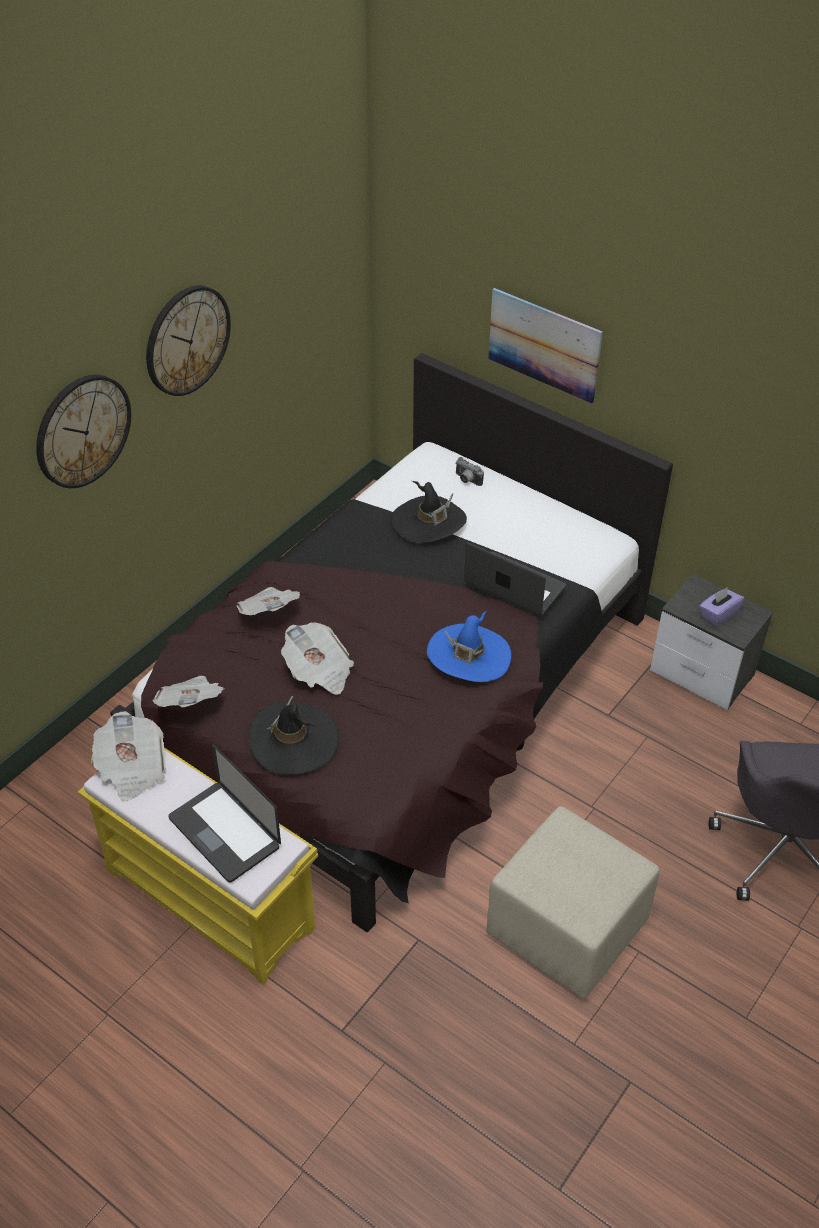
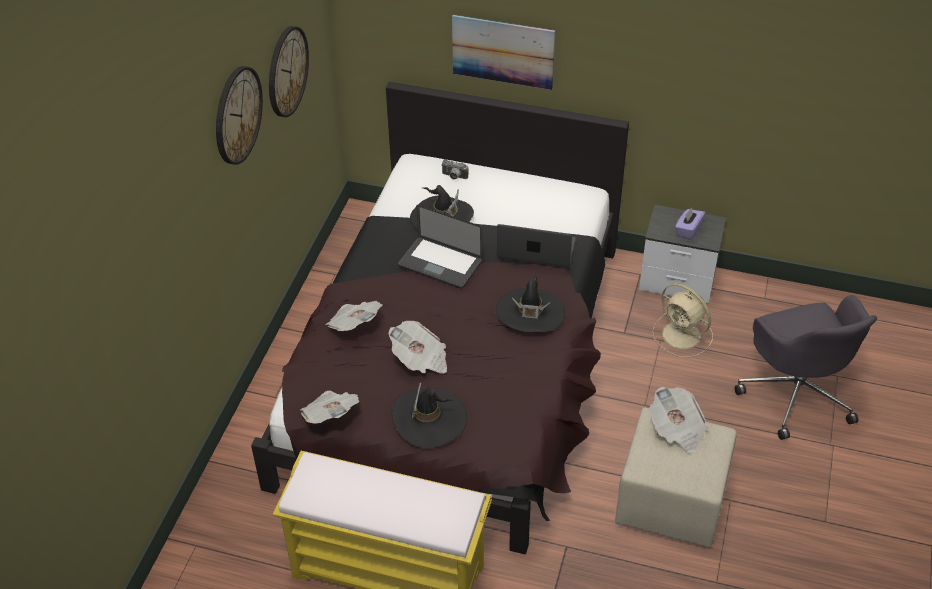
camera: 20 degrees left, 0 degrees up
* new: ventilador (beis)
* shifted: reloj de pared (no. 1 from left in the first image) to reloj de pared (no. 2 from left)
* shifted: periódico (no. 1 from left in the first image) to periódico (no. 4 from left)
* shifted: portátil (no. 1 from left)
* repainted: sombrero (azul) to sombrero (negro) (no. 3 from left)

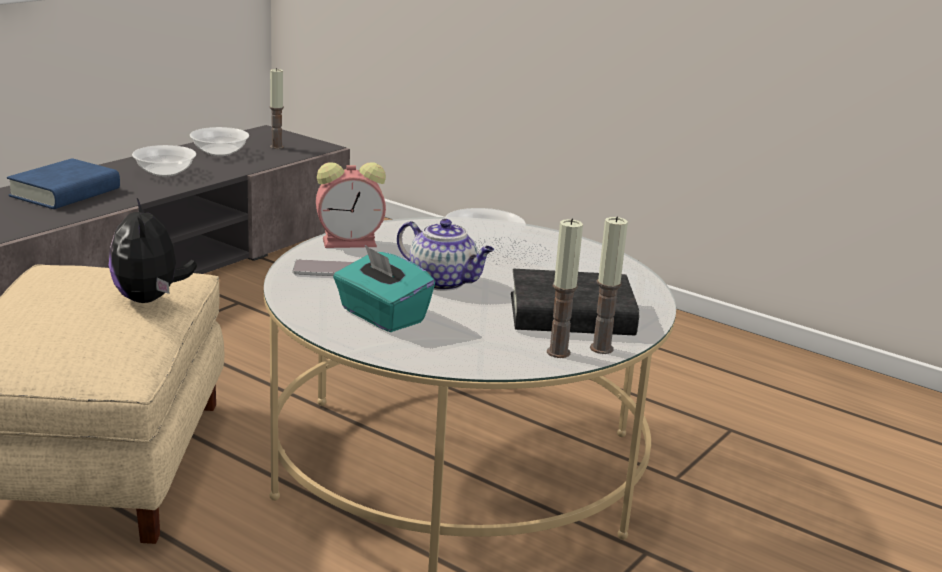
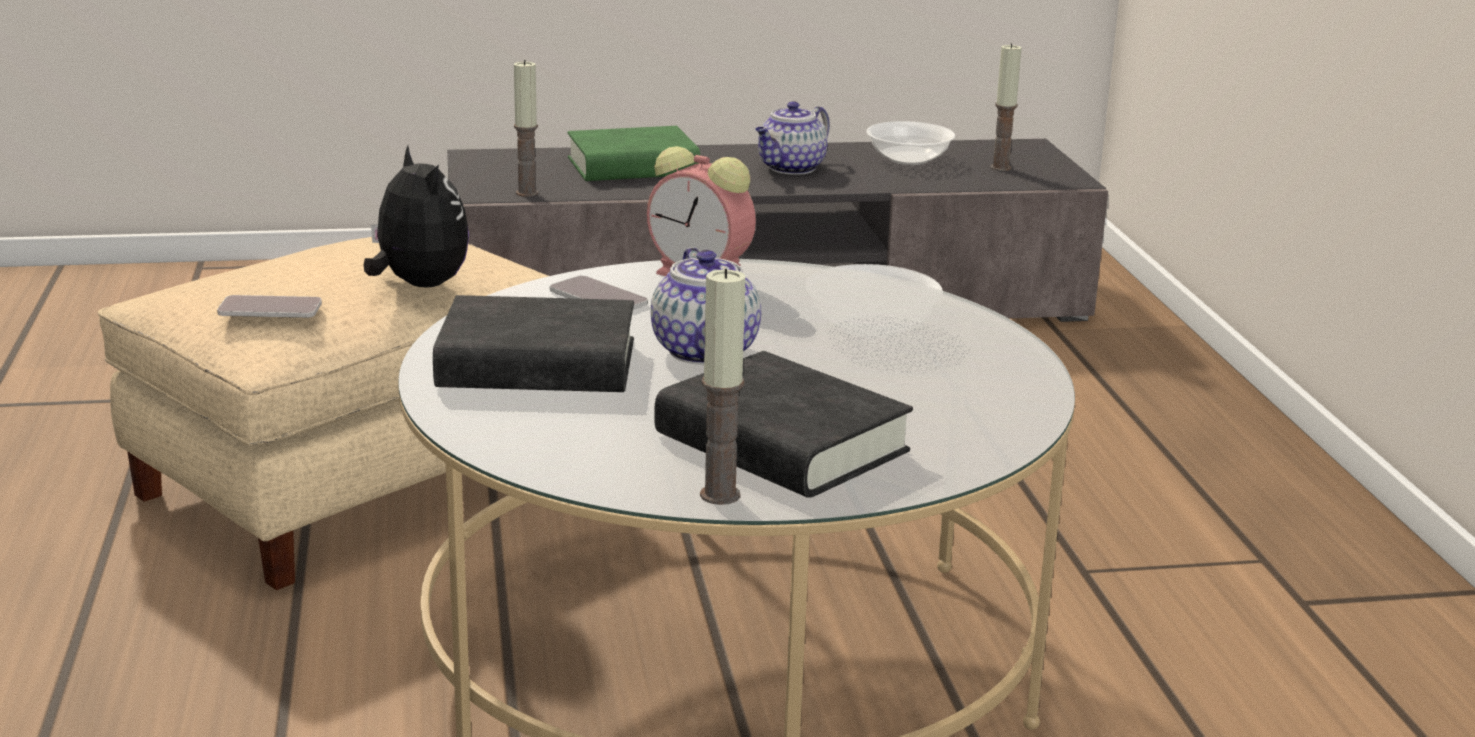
camera: 45 degrees right, 0 degrees up
* new: móvil (no. 1 from left)
* shifted: vela (no. 2 from left in the first image) to vela (no. 1 from left)
* swapped: cuenco (no. 1 from left) to tetera (no. 2 from left)
* swapped: caja de pañuelos (turquesa) to libro (negro) (no. 1 from left)
* repainted: libro (azul) to libro (verde)
* rotated: peluche 120 degrees clockwise

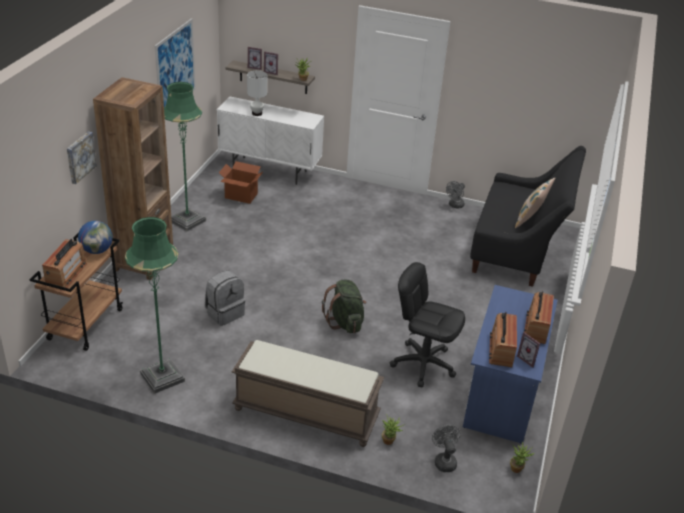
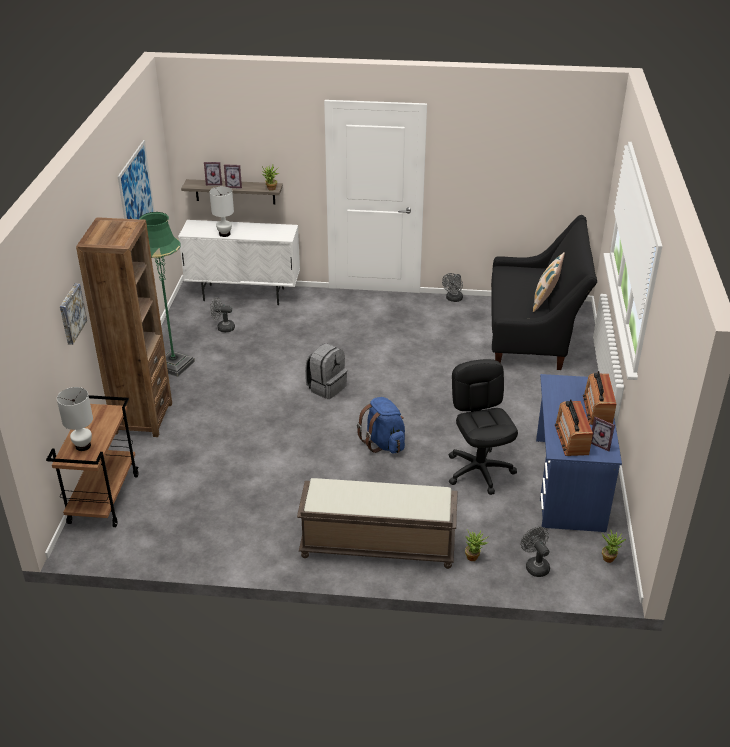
camera: 10 degrees left, 0 degrees up
* gone: globo terráqueo
* gone: lámpara de pie (verde) (no. 1 from left)
* shifted: mochila (gris)
* swapped: radio (no. 1 from left) to lámpara de mesa (blanco) (no. 1 from left)
* swapped: caja de cartón to ventilador (gris) (no. 1 from left)
* repainted: mochila (verde) to mochila (azul)
* rotated: silla de oficina (negro) 60 degrees clockwise

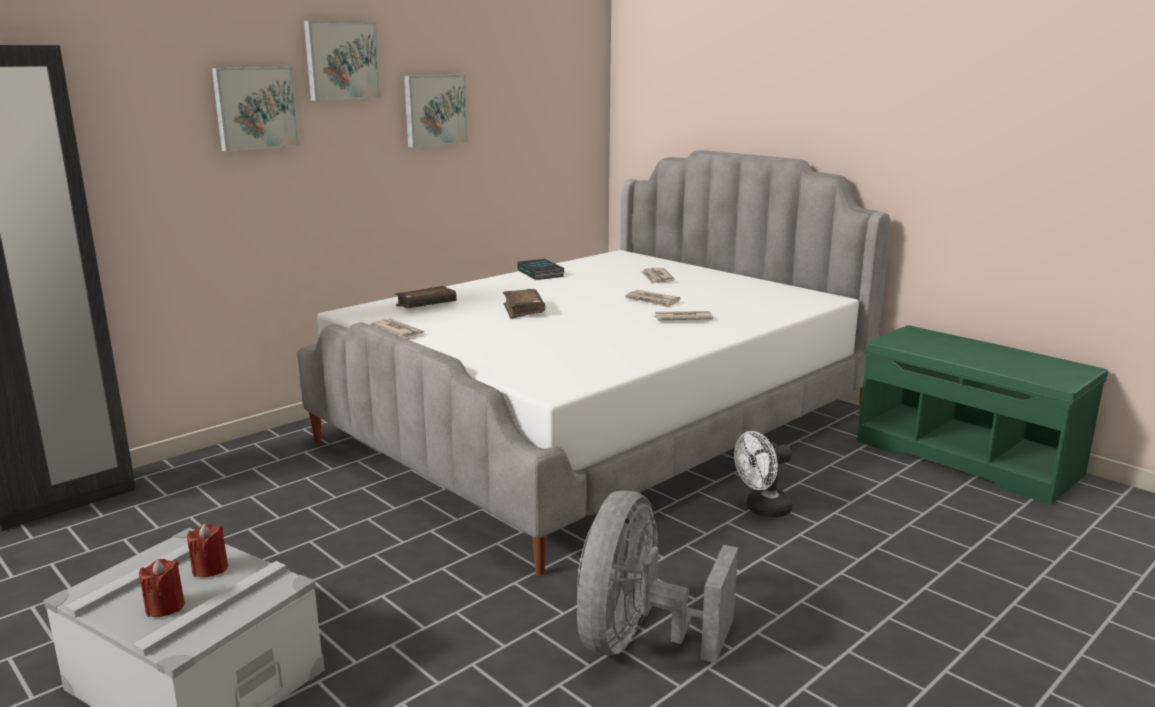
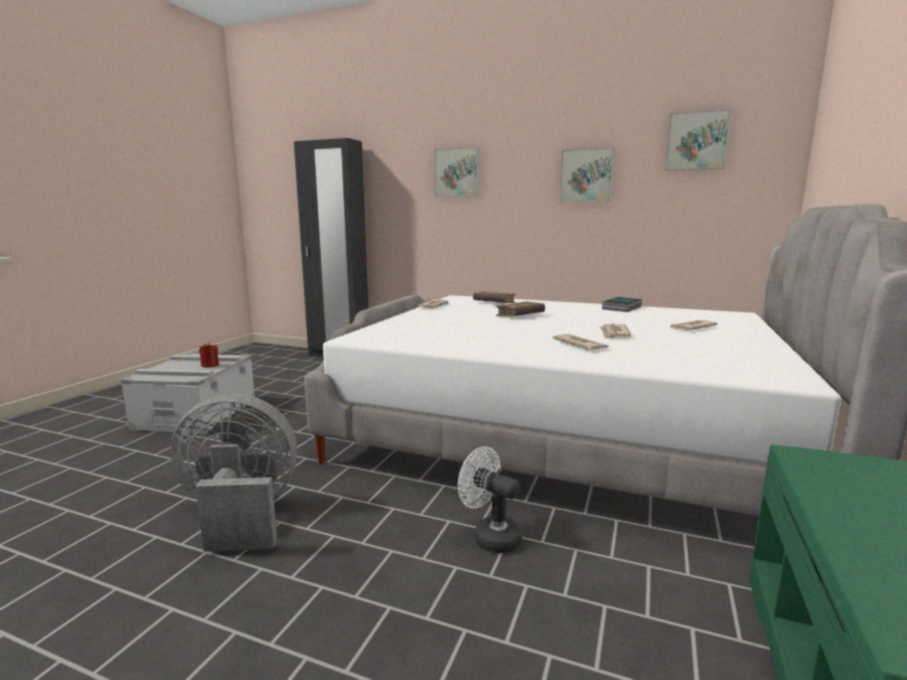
camera: 65 degrees right, 5 degrees down
* gone: vela (rojo) (no. 1 from left)
* shifted: cuadro (no. 2 from left in the first image) to cuadro (no. 3 from left)

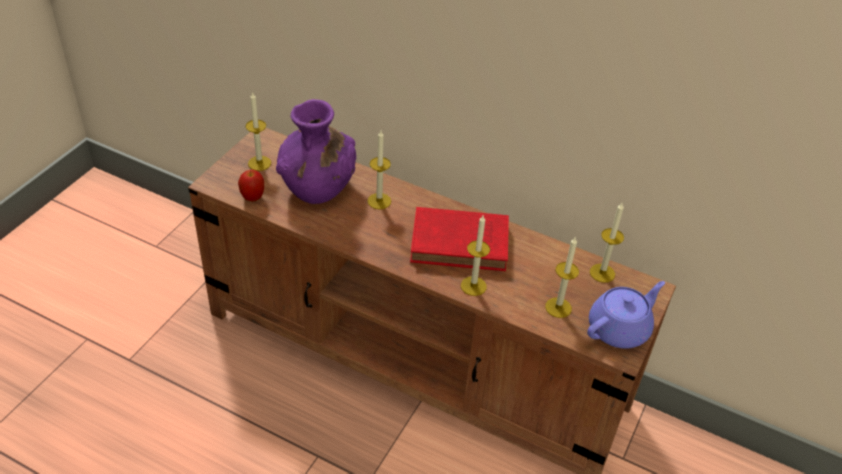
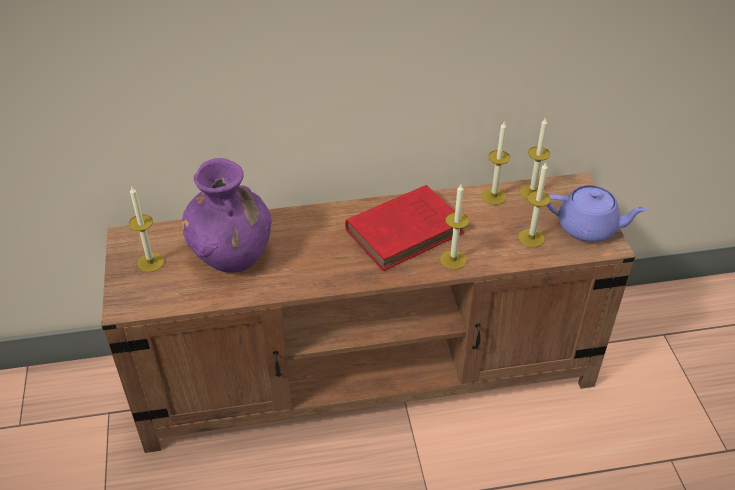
camera: 35 degrees left, 0 degrees up
* gone: manzana
* shifted: vela (no. 2 from left in the first image) to vela (no. 3 from left)
* rotated: tetera (morado) 90 degrees clockwise

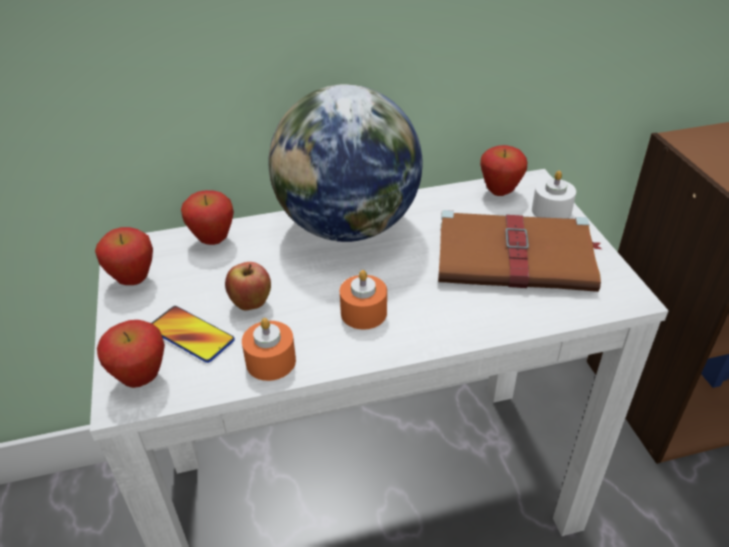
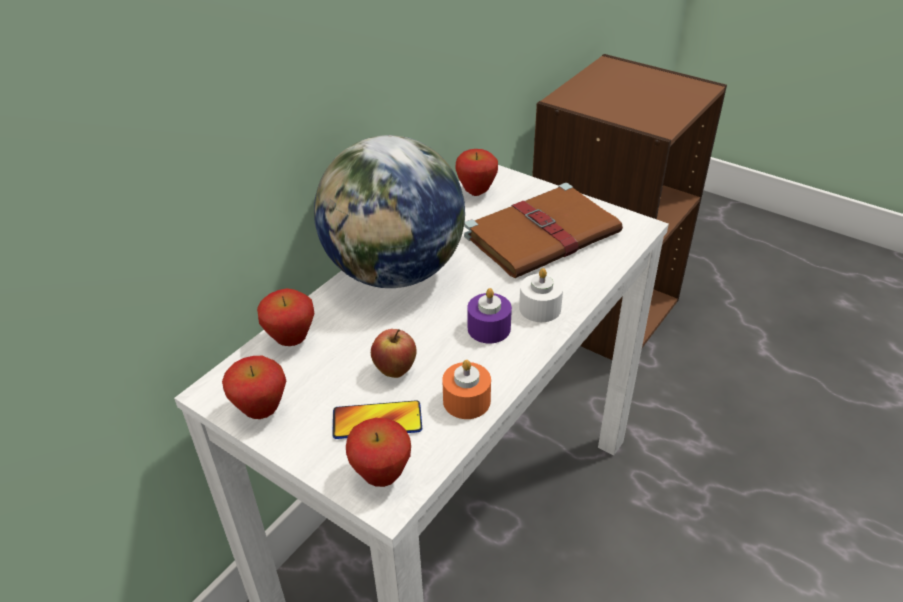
camera: 40 degrees left, 0 degrees up
* shifted: vela (blanco)
* repainted: vela (naranja) (no. 2 from left) to vela (morado)

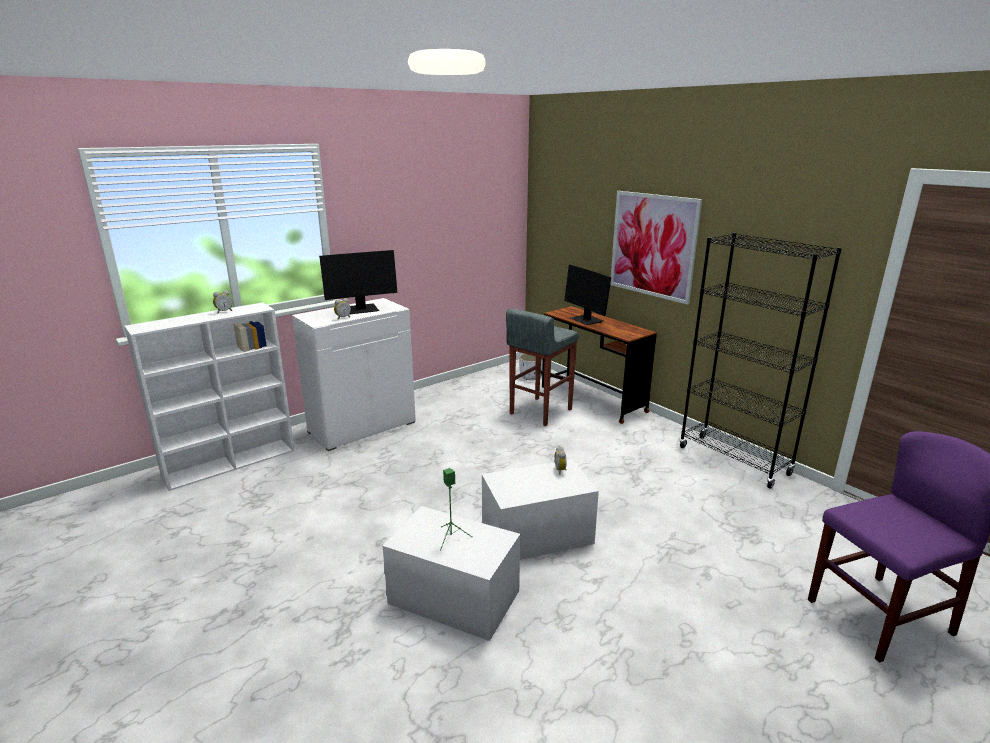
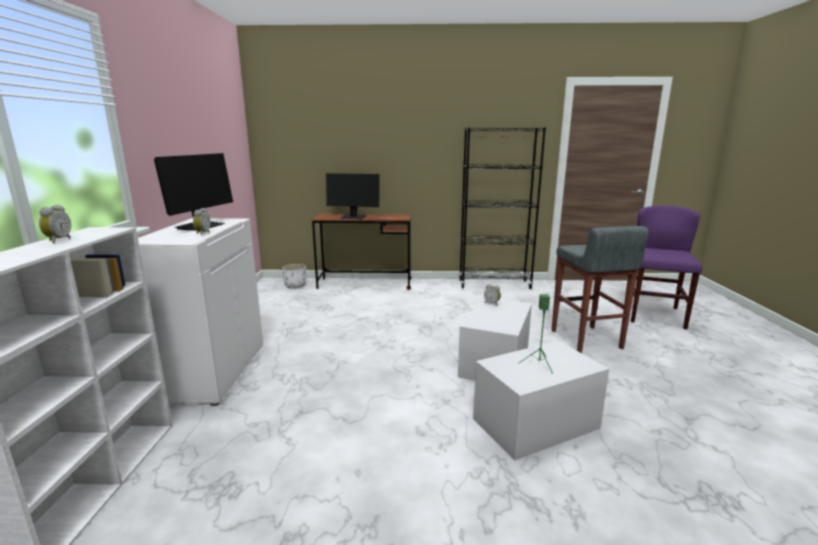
camera: 50 degrees left, 5 degrees down
* gone: cuadro
* shifted: taburete (gris)

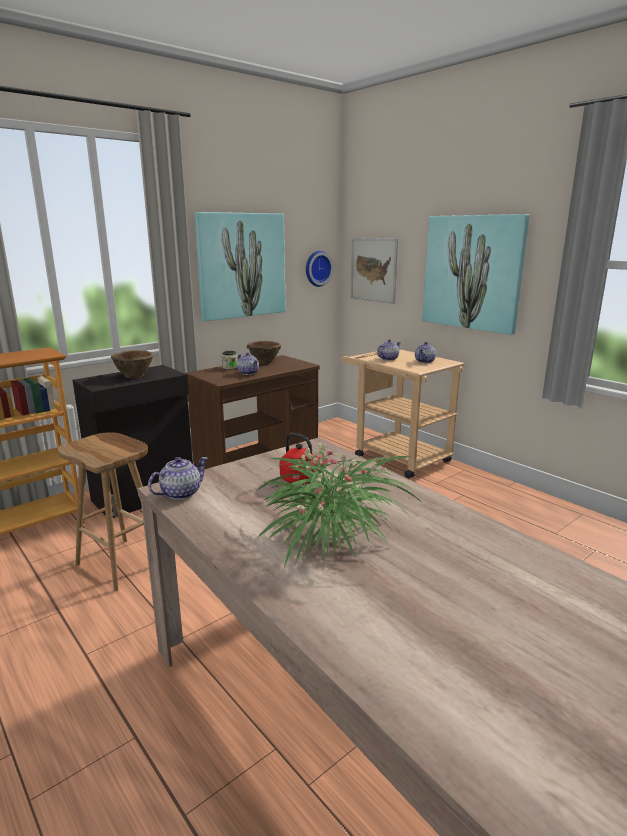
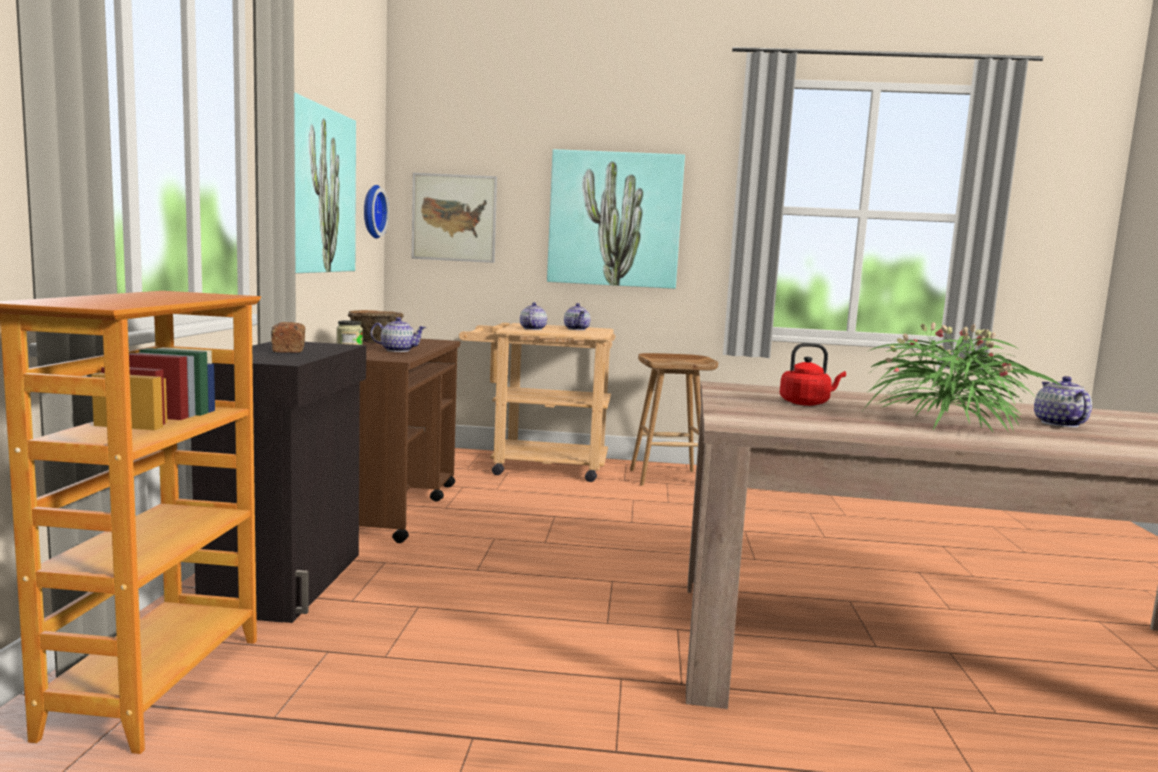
camera: 45 degrees left, 10 degrees down
* shifted: taburete (marrón)
* shifted: tetera (no. 1 from left in the first image) to tetera (no. 4 from left)
* swapped: cuenco (marrón) (no. 1 from left) to pan

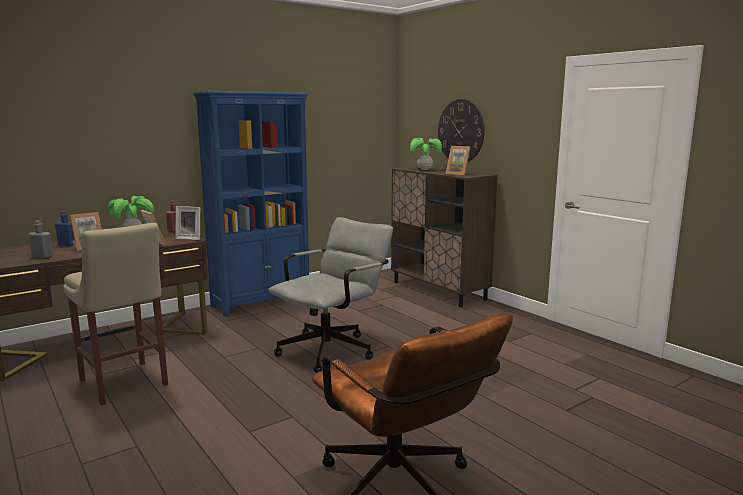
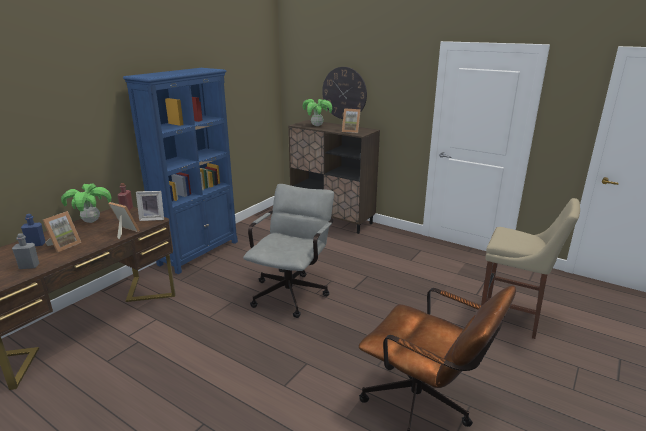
camera: 20 degrees left, 10 degrees up
* shifted: taburete (beis)

